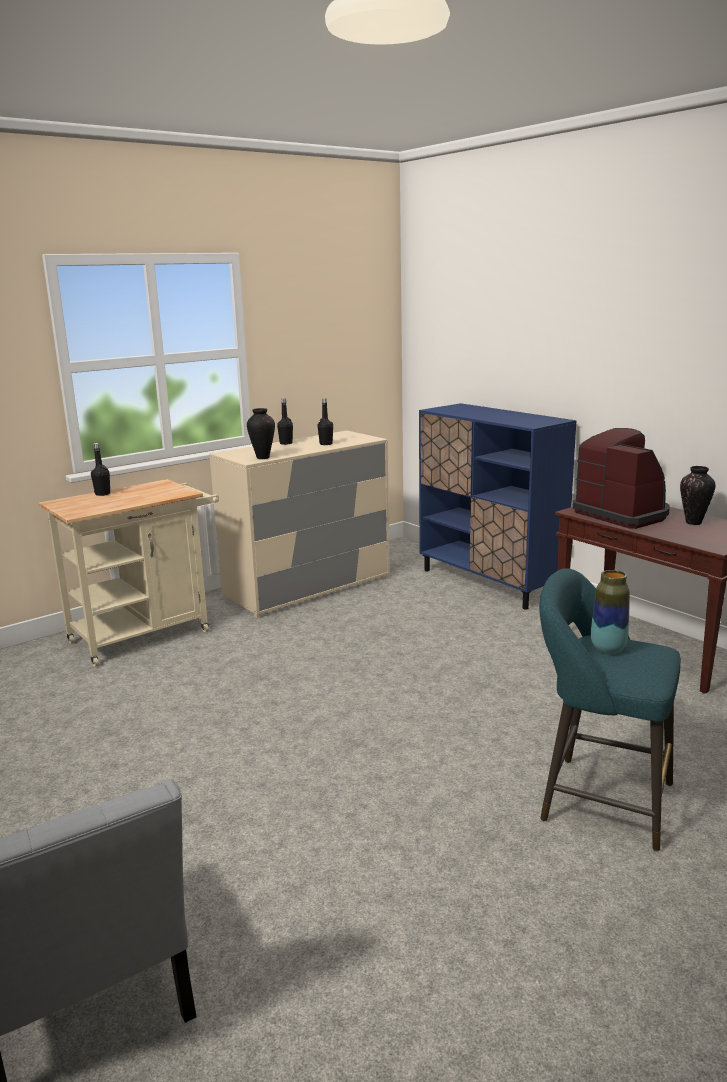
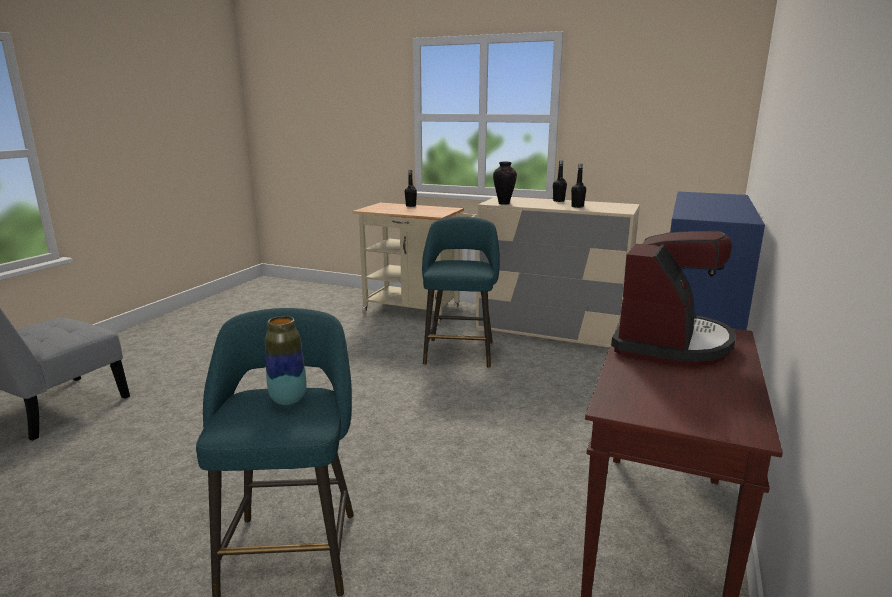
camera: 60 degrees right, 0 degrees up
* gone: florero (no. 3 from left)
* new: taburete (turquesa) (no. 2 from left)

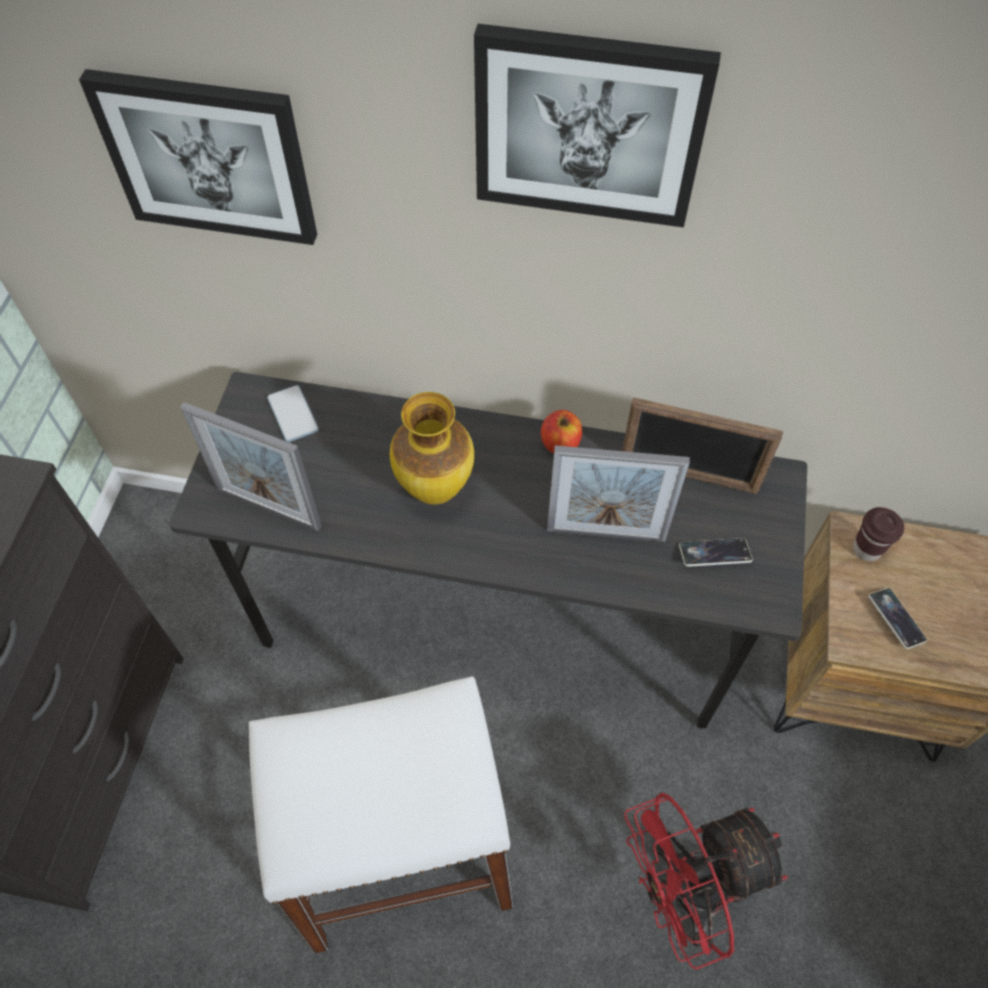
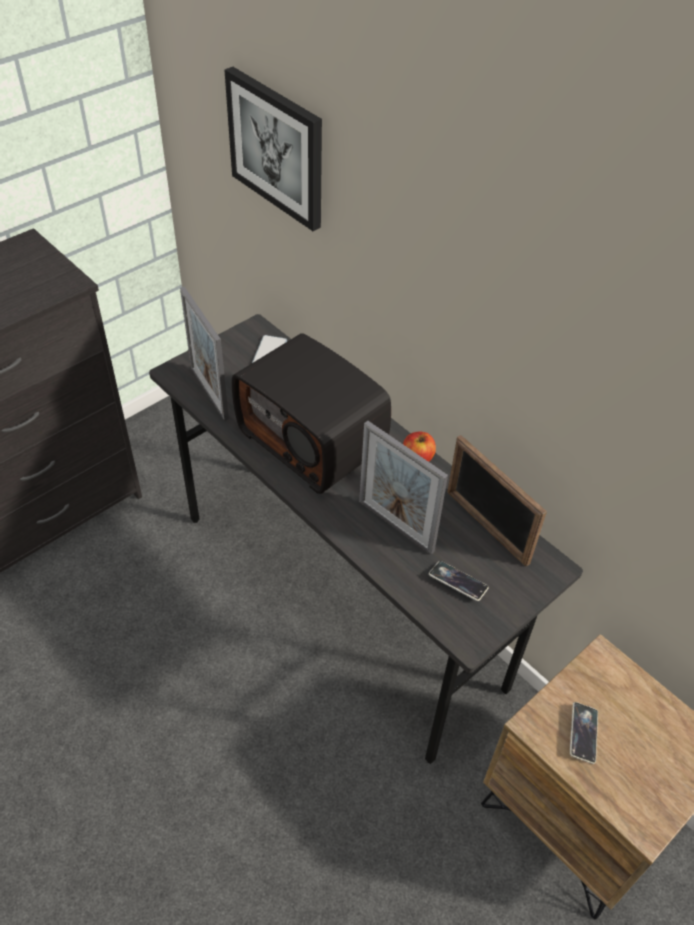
camera: 35 degrees right, 10 degrees down
* gone: taburete (blanco)
* gone: cuadro (no. 2 from left)
* gone: ventilador (rojo)
* gone: taza (marrón)
* swapped: florero to radio

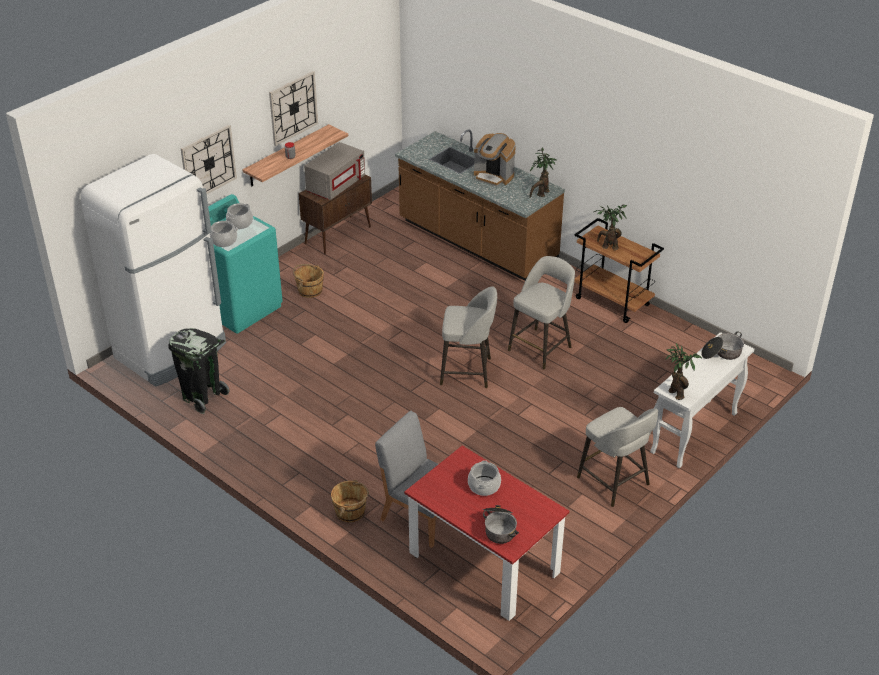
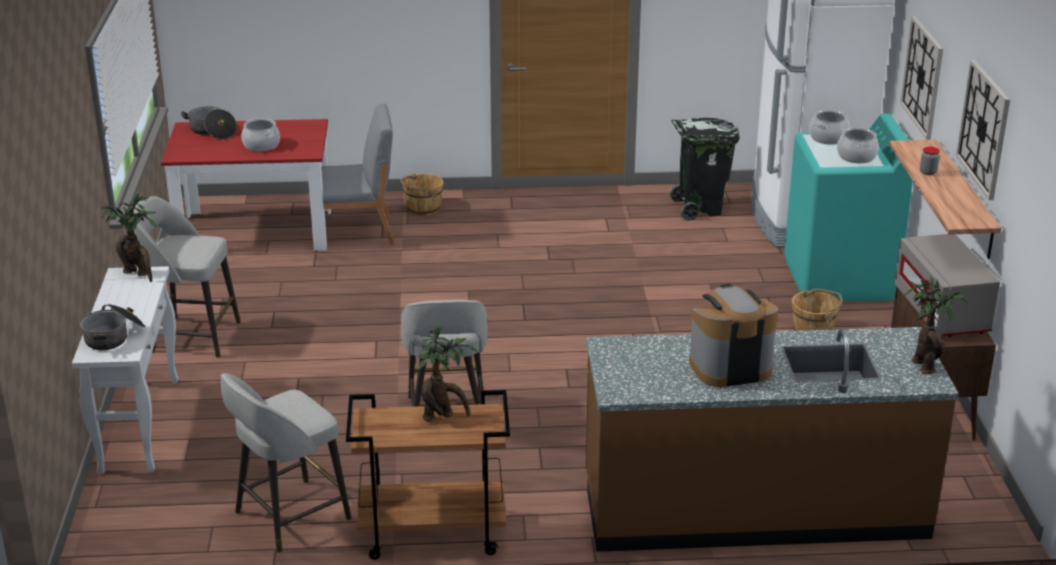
camera: 135 degrees right, 10 degrees down
* shifted: taburete (gris) (no. 1 from left in the first image) to taburete (gris) (no. 2 from left)
* shifted: planta en maceta (no. 1 from left in the first image) to planta en maceta (no. 3 from left)

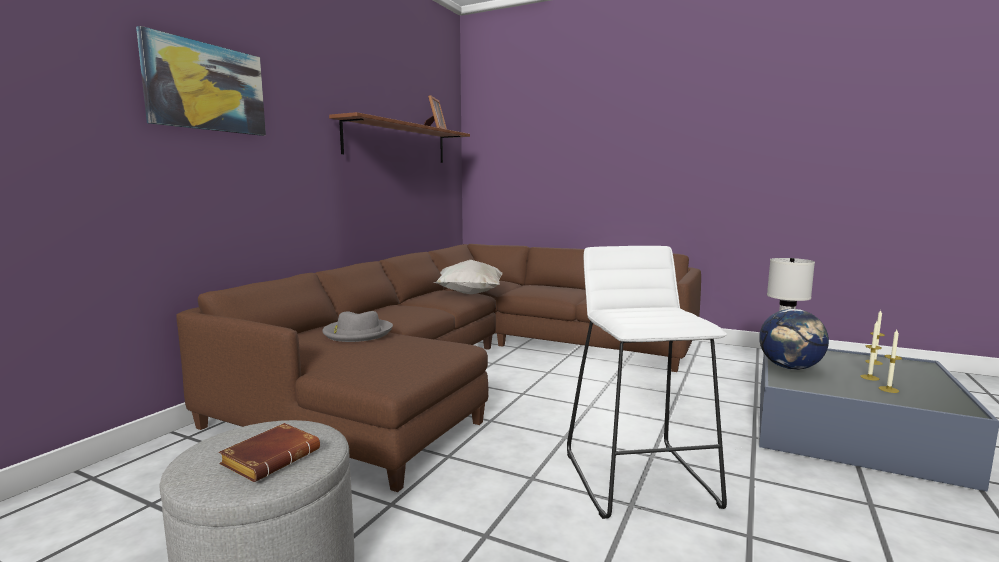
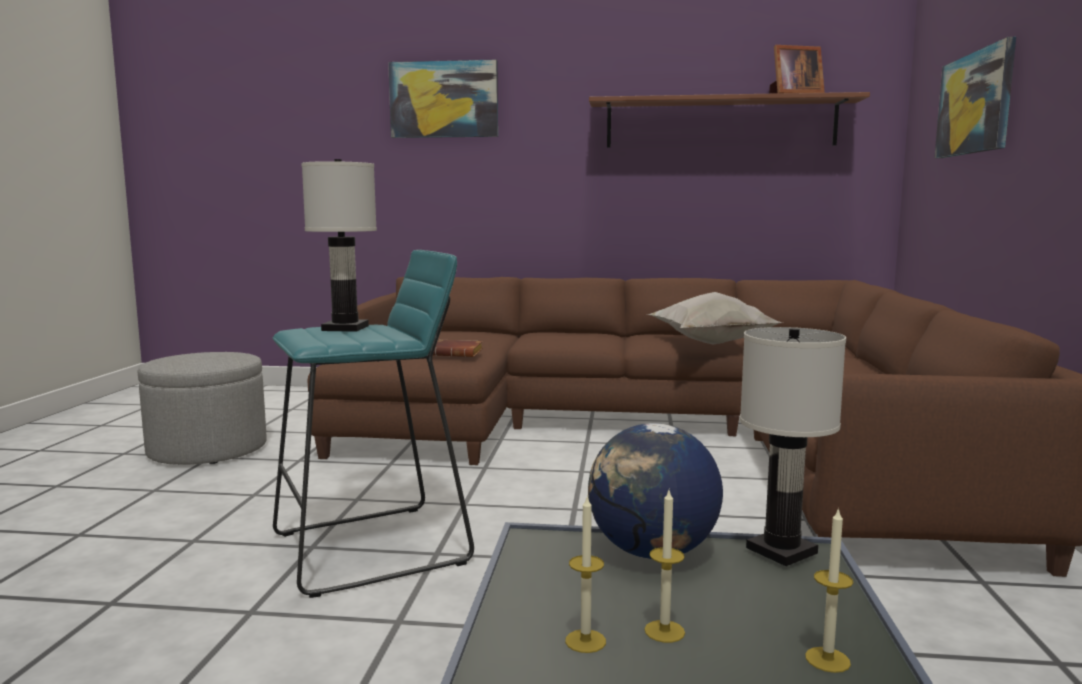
camera: 70 degrees right, 0 degrees up
* gone: sombrero (gris)
* new: lámpara de mesa (blanco) (no. 1 from left)
* new: cuadro (no. 2 from left)
* shifted: libro (marrón)
* repainted: taburete (blanco) to taburete (turquesa)

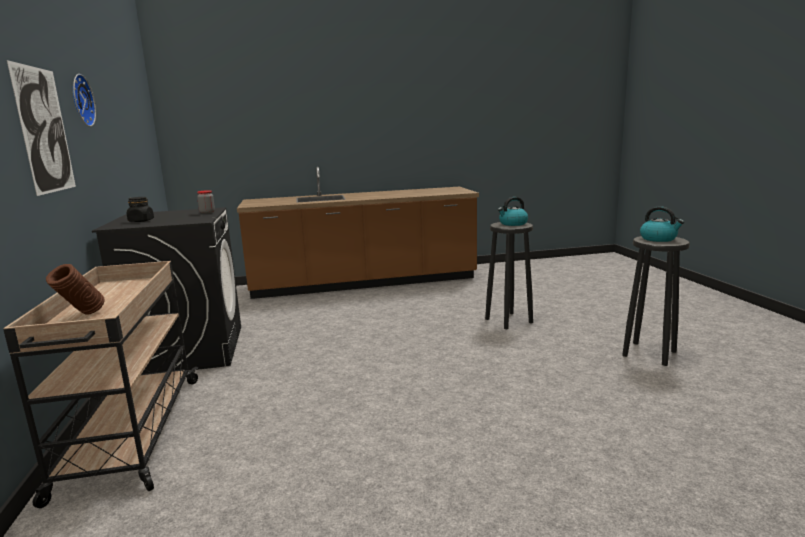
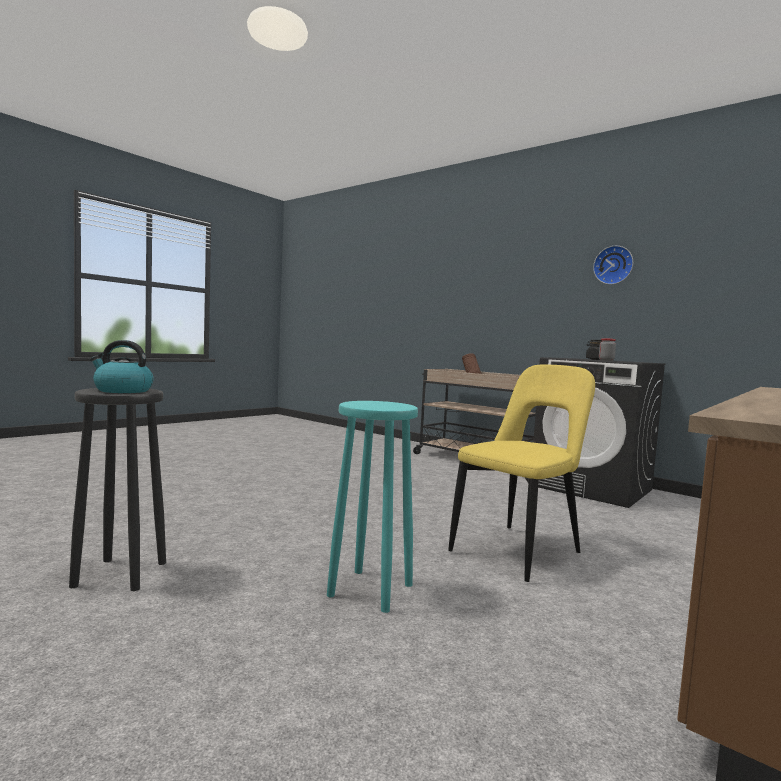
camera: 140 degrees right, 10 degrees down
* gone: cuadro
* gone: hervidor (no. 1 from left)
* new: silla (amarillo)
* repainted: taburete (negro) (no. 1 from left) to taburete (turquesa)

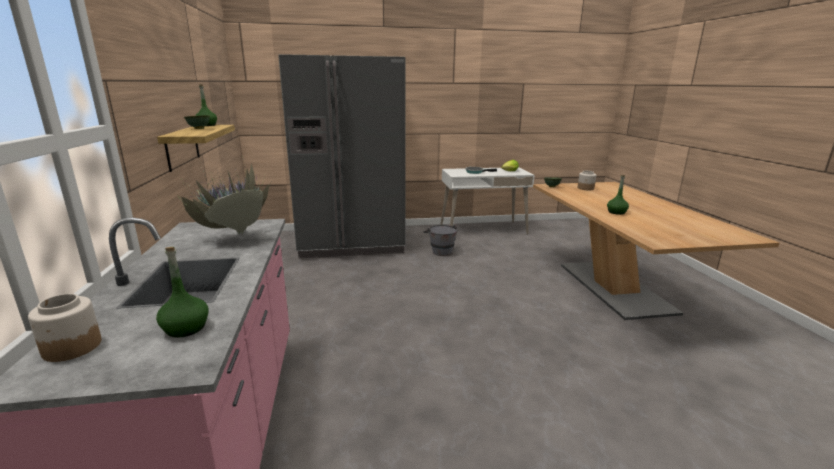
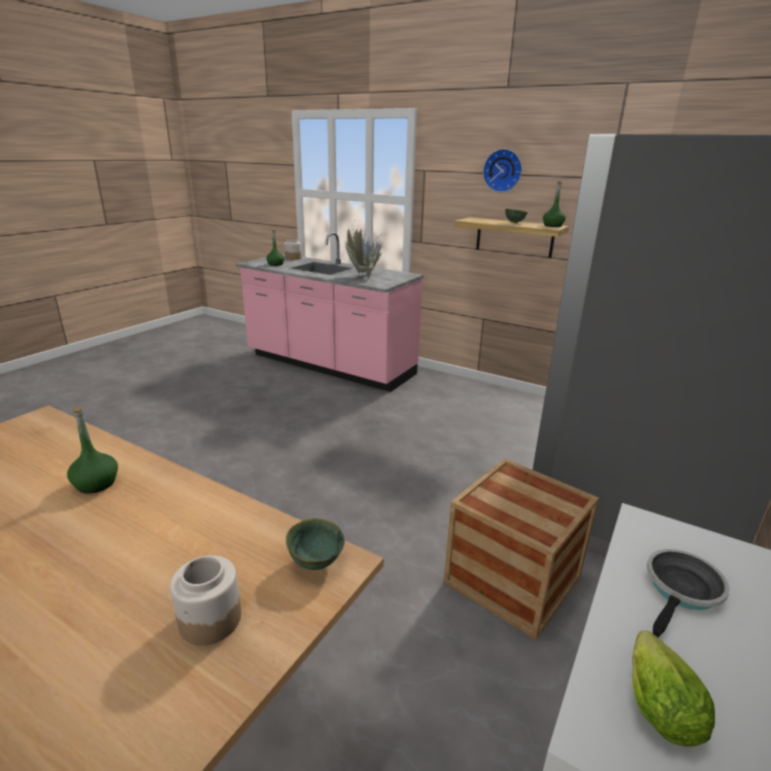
camera: 130 degrees right, 5 degrees up
* new: reloj de pared
* swapped: cubo (gris) to caja de embalaje

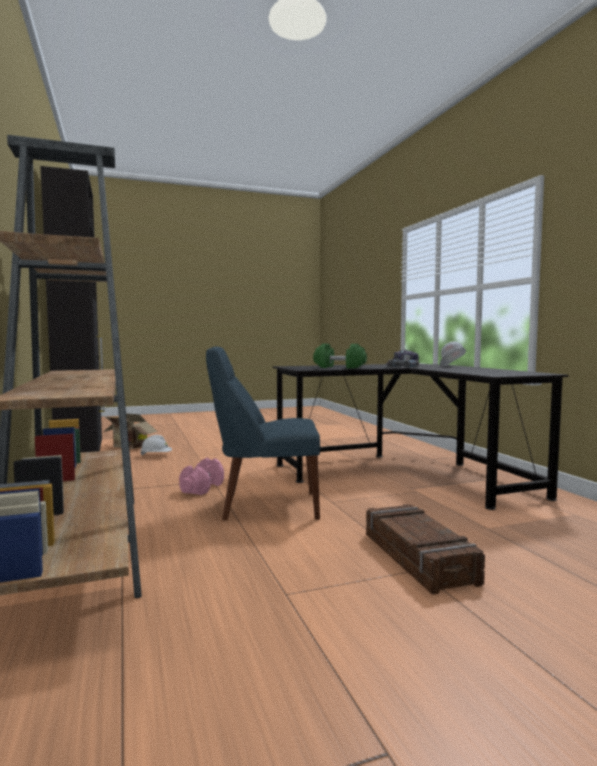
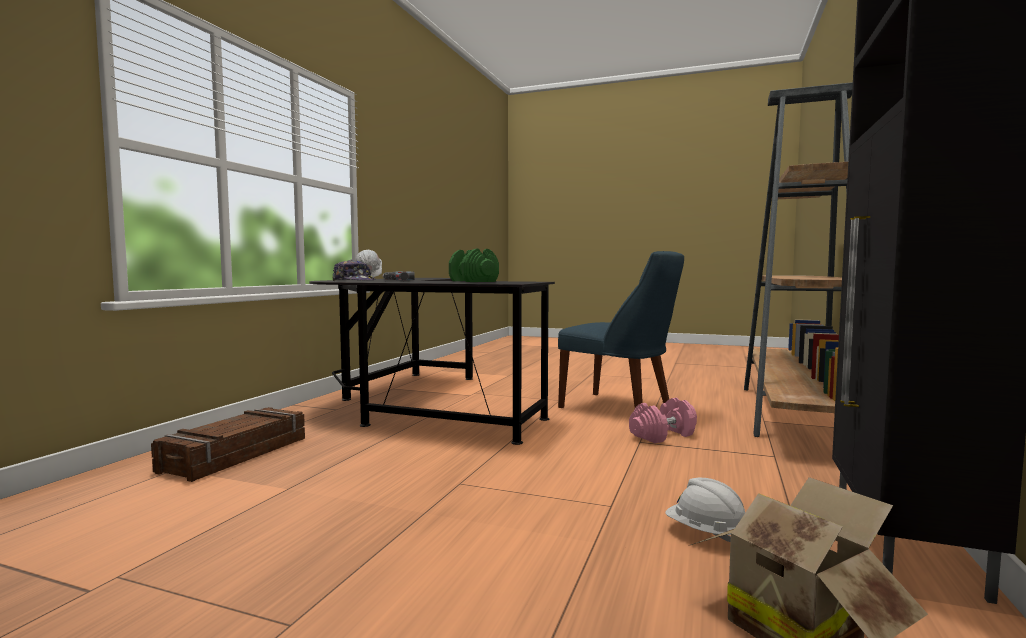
camera: 140 degrees left, 0 degrees up
* shifted: caja de embalaje

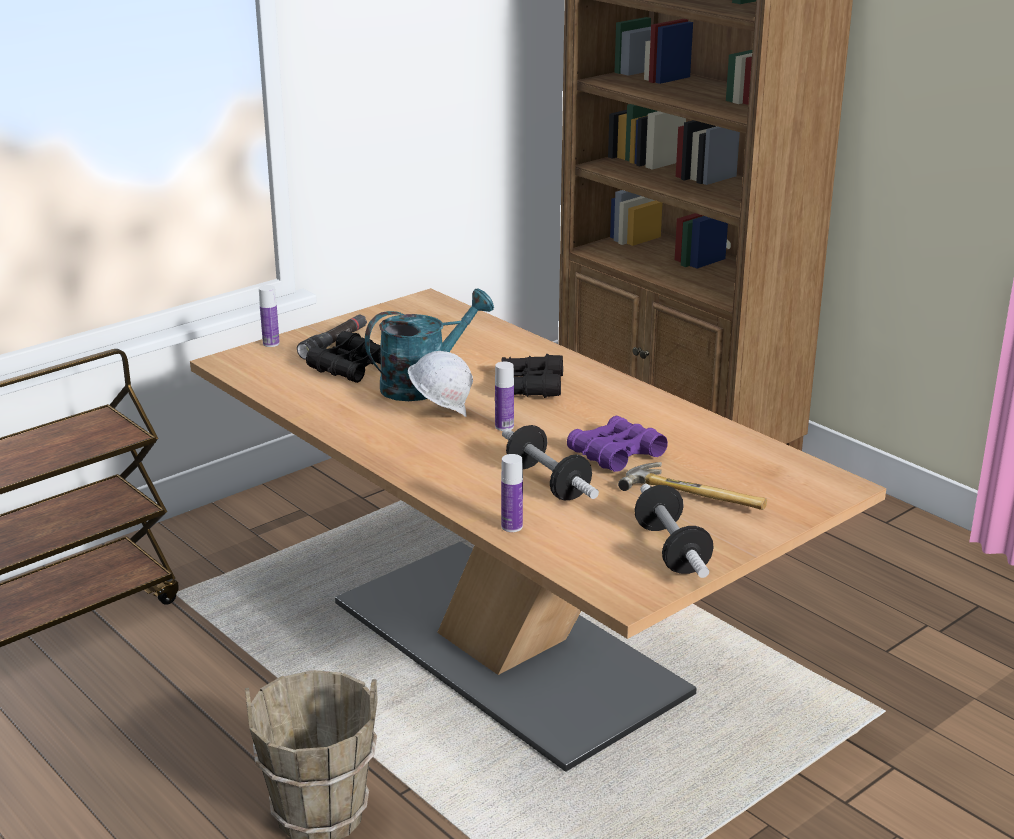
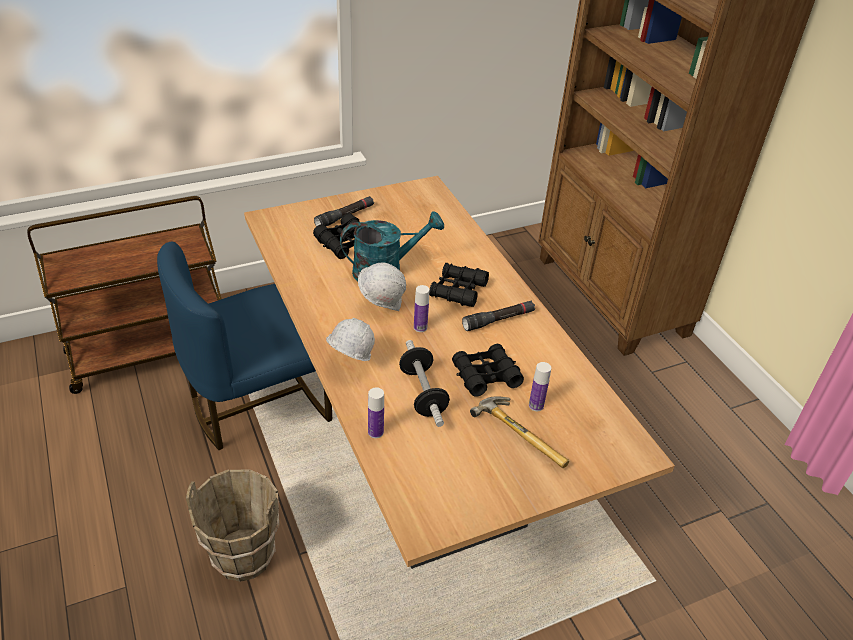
camera: 15 degrees right, 15 degrees up
* gone: mancuerna (no. 2 from left)
* new: silla (azul)
* new: casco (blanco) (no. 1 from left)
* new: linterna (negro) (no. 2 from left)
* shifted: botella (no. 1 from left in the first image) to botella (no. 3 from left)
* repainted: prismáticos (morado) to prismáticos (negro) (no. 3 from left)

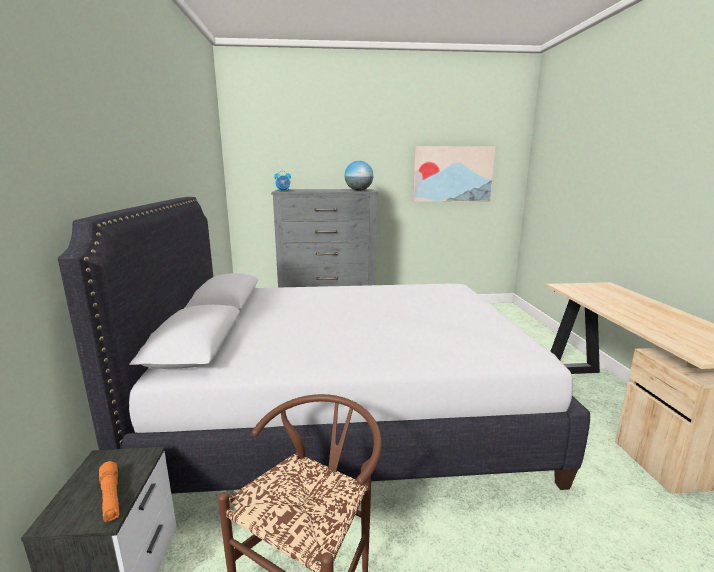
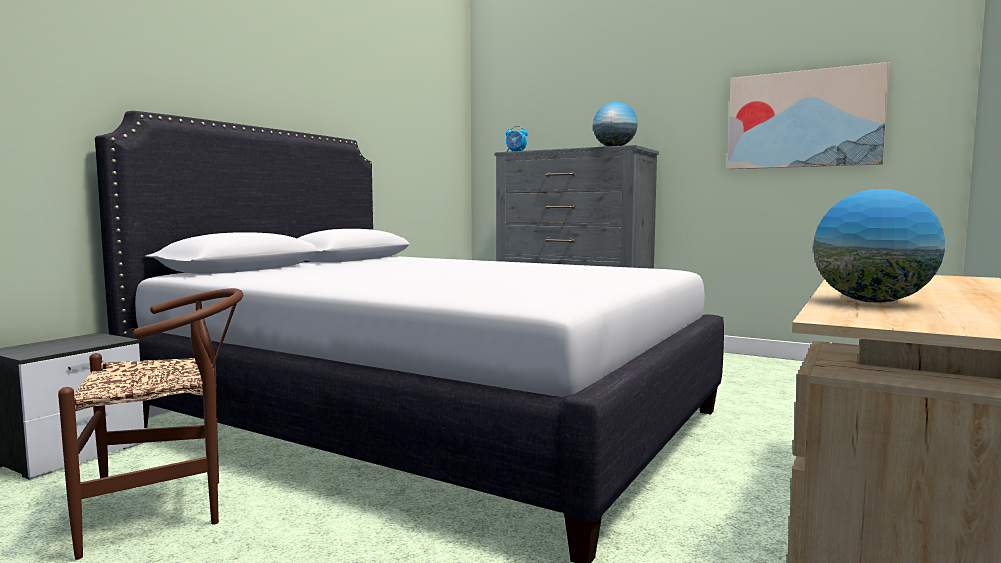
camera: 35 degrees right, 10 degrees down
* gone: linterna (naranja)
* new: globo terráqueo (no. 2 from left)

